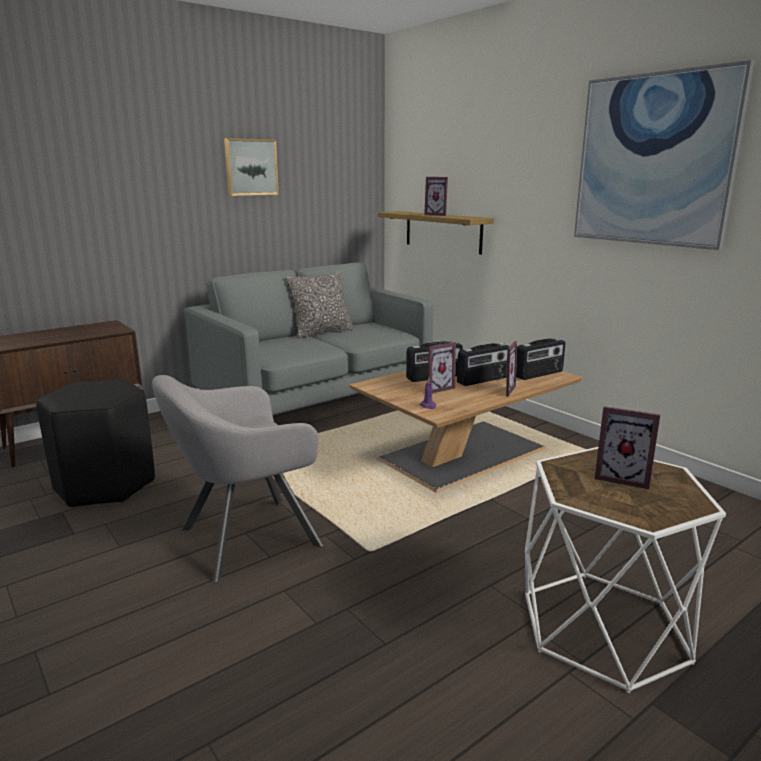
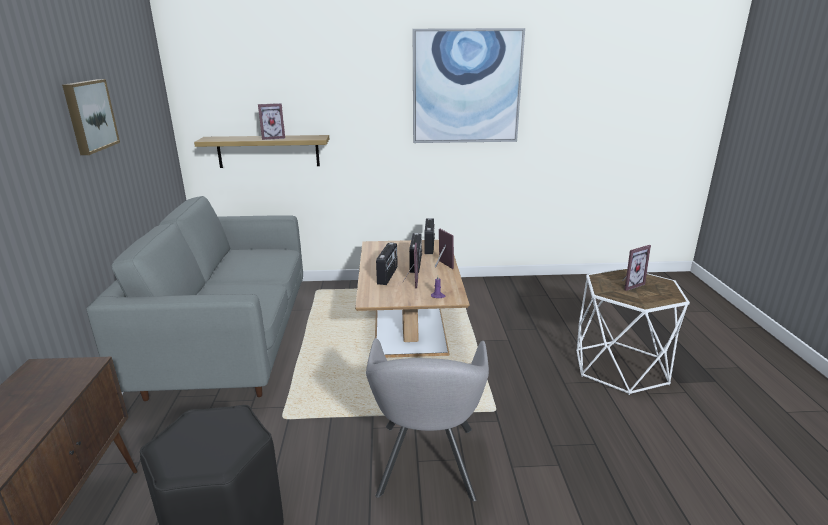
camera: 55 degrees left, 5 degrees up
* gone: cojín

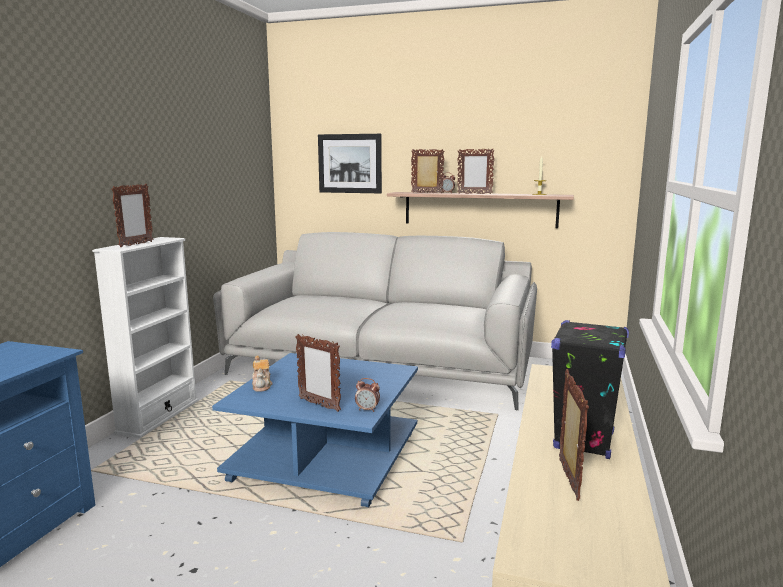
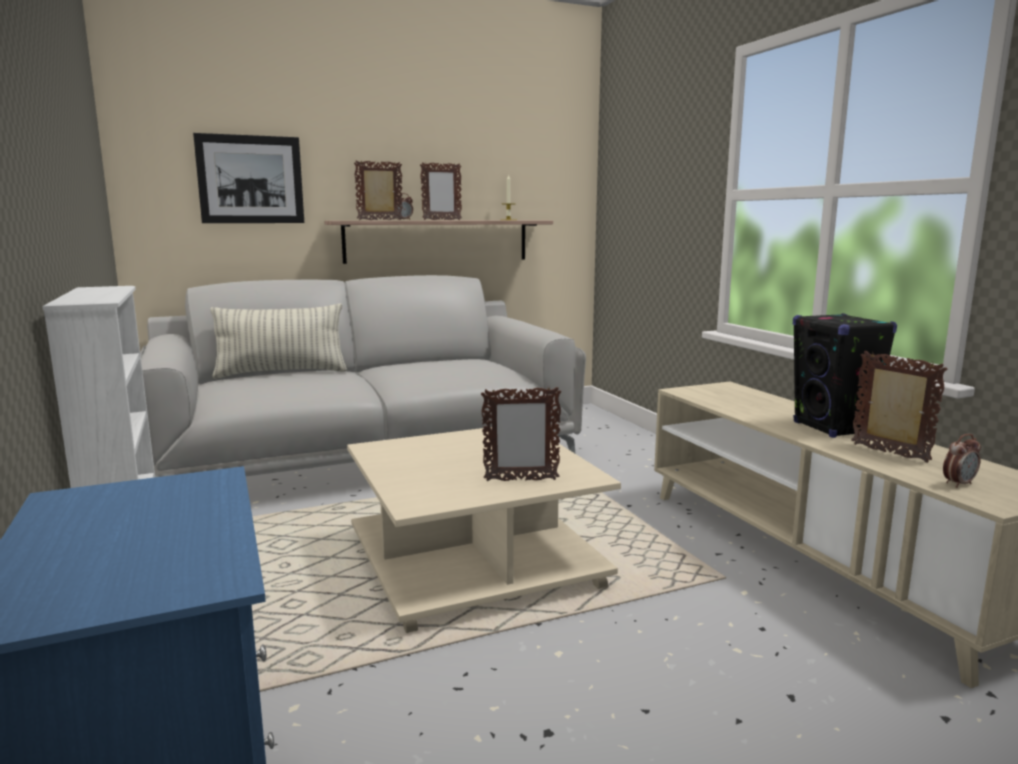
camera: 40 degrees left, 0 degrees up
* gone: portarretratos (no. 1 from left)
* gone: tetera
* new: cojín
* shifted: despertador (no. 1 from left in the first image) to despertador (no. 2 from left)
* repainted: mesa de centro (azul) to mesa de centro (beis)

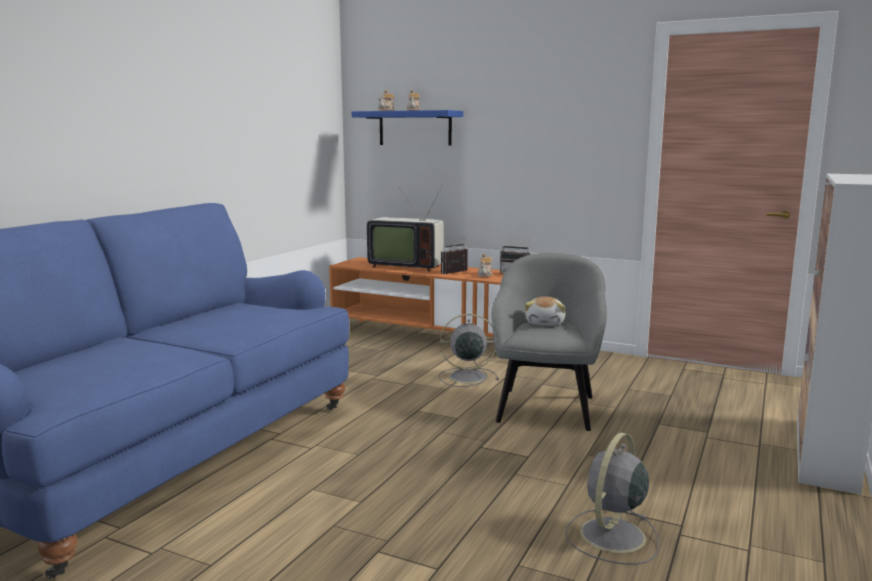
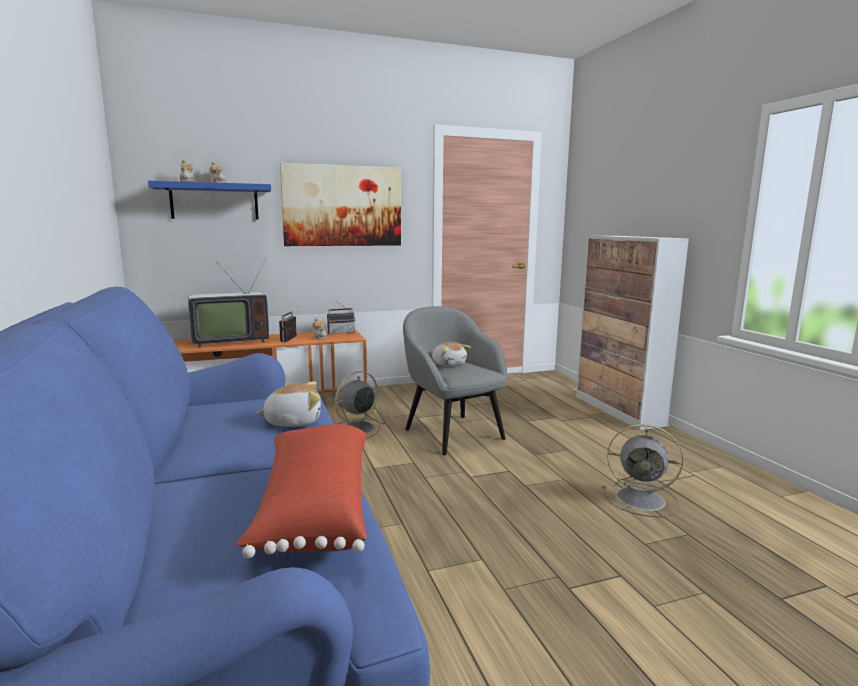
camera: 45 degrees left, 0 degrees up
* new: cojín (rojo)
* new: peluche (no. 1 from left)
* new: cuadro
* rotated: ventilador (gris) (no. 2 from left) 60 degrees counterclockwise

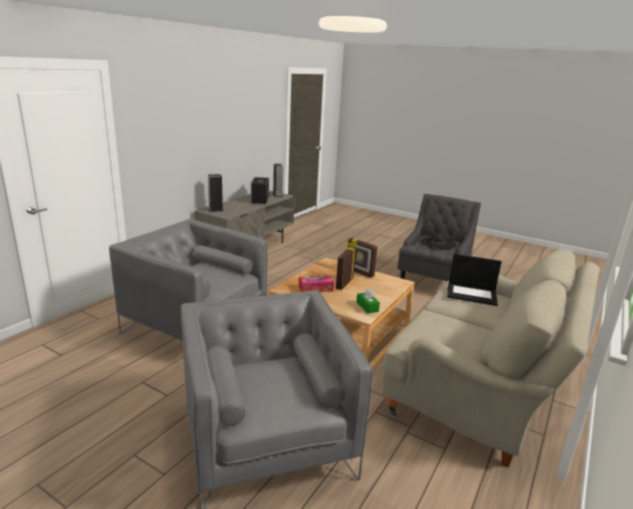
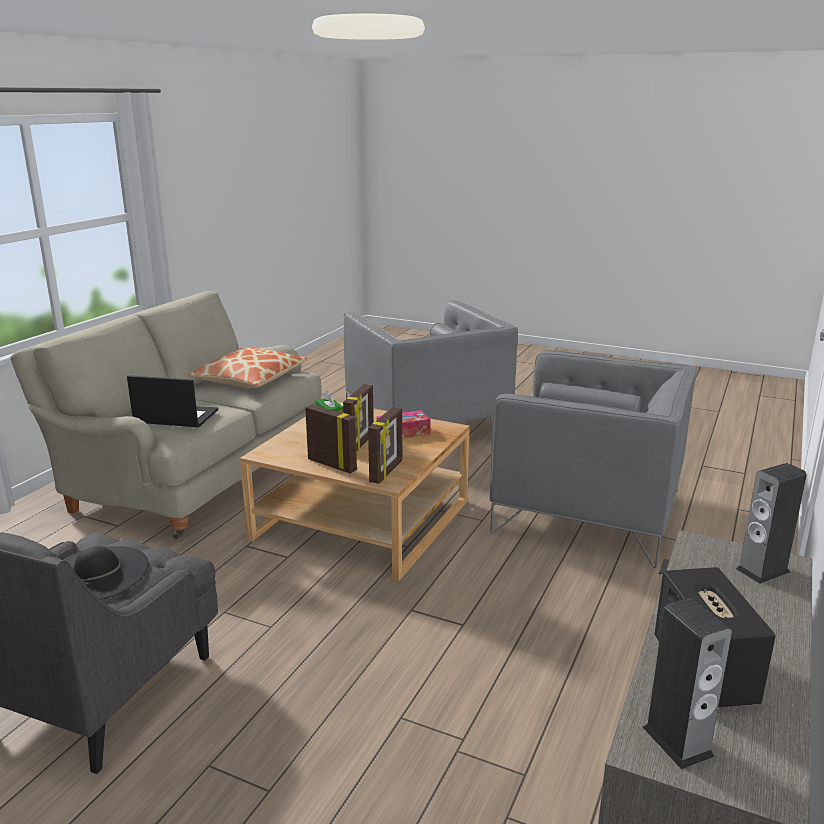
camera: 175 degrees right, 0 degrees up
* new: cojín
* new: portarretratos (no. 3 from left)

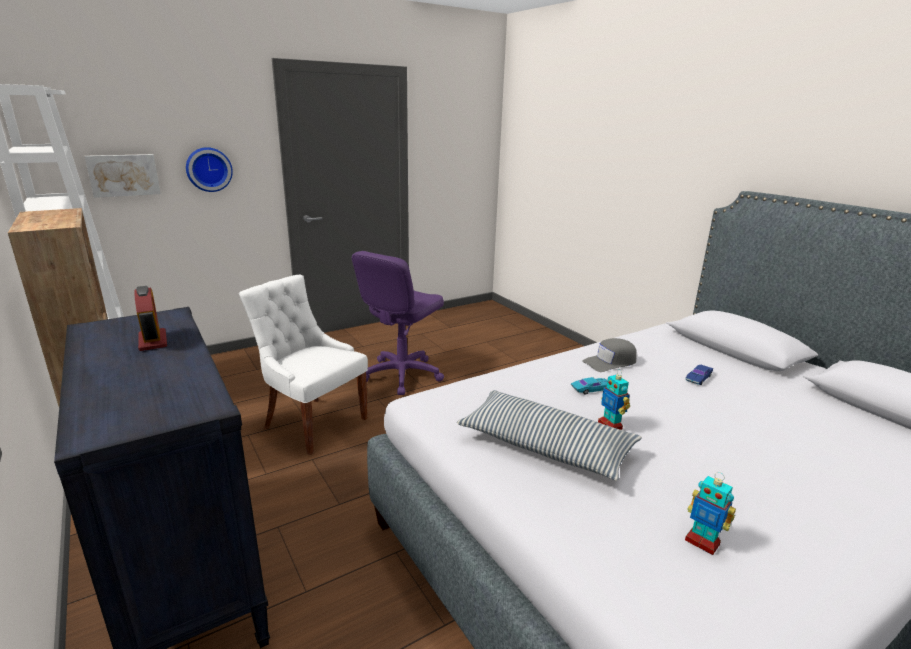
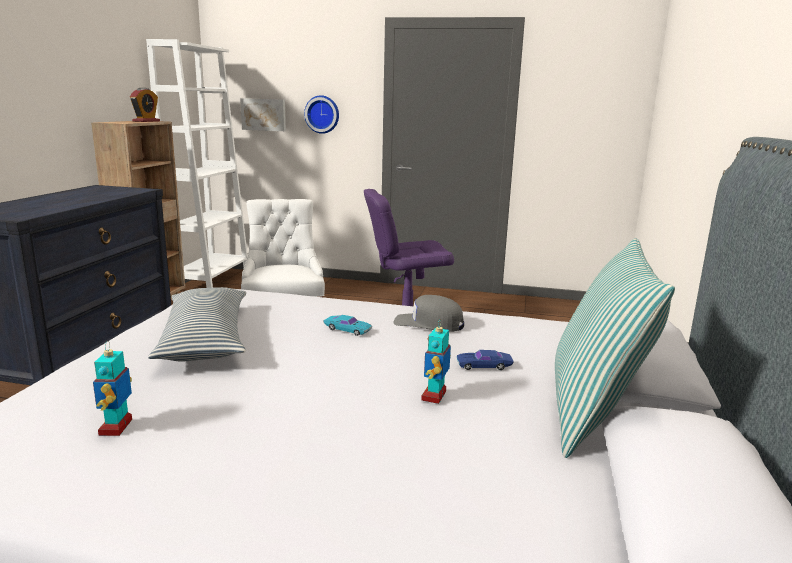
camera: 45 degrees right, 5 degrees down
* new: cojín (no. 2 from left)
* shifted: despertador
* shifted: robot de juguete (no. 1 from left in the first image) to robot de juguete (no. 2 from left)

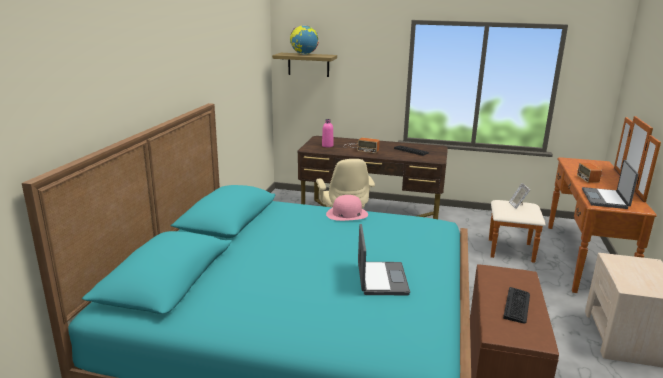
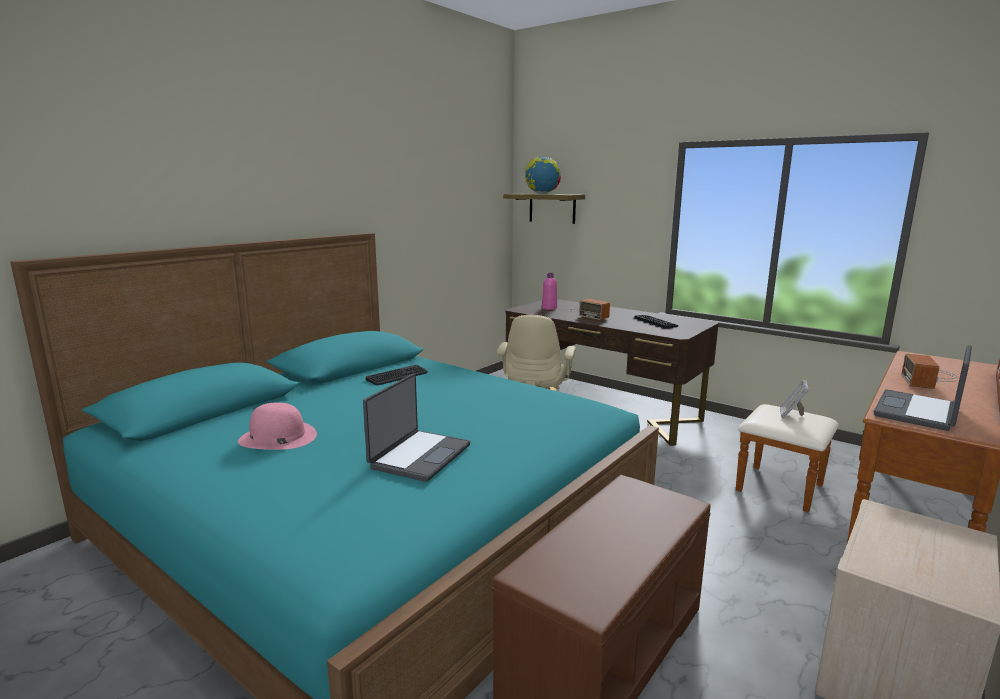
camera: 25 degrees right, 5 degrees down
* shifted: sombrero (rosa)
* shifted: teclado (no. 2 from left in the first image) to teclado (no. 1 from left)

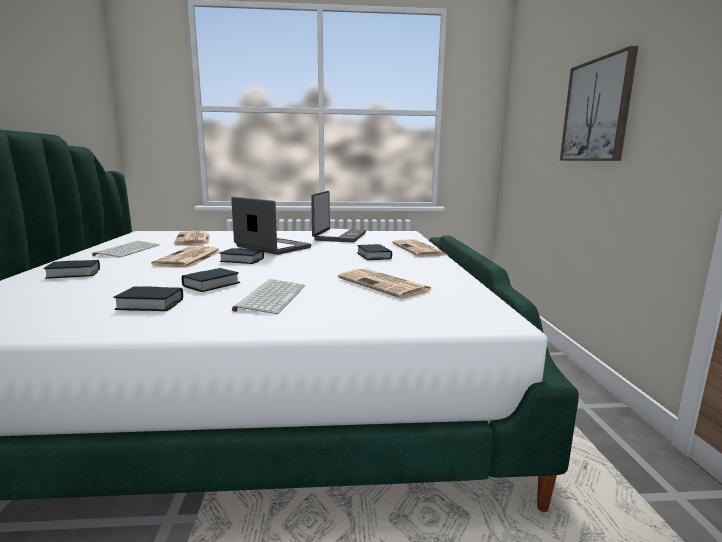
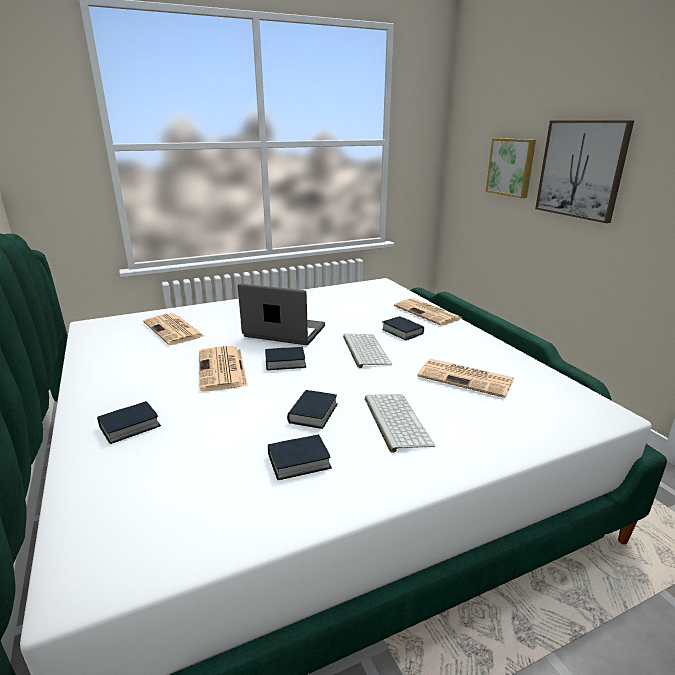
camera: 20 degrees left, 10 degrees up
* gone: portátil (no. 2 from left)
* new: cuadro (no. 1 from left)
* shifted: teclado (no. 1 from left)

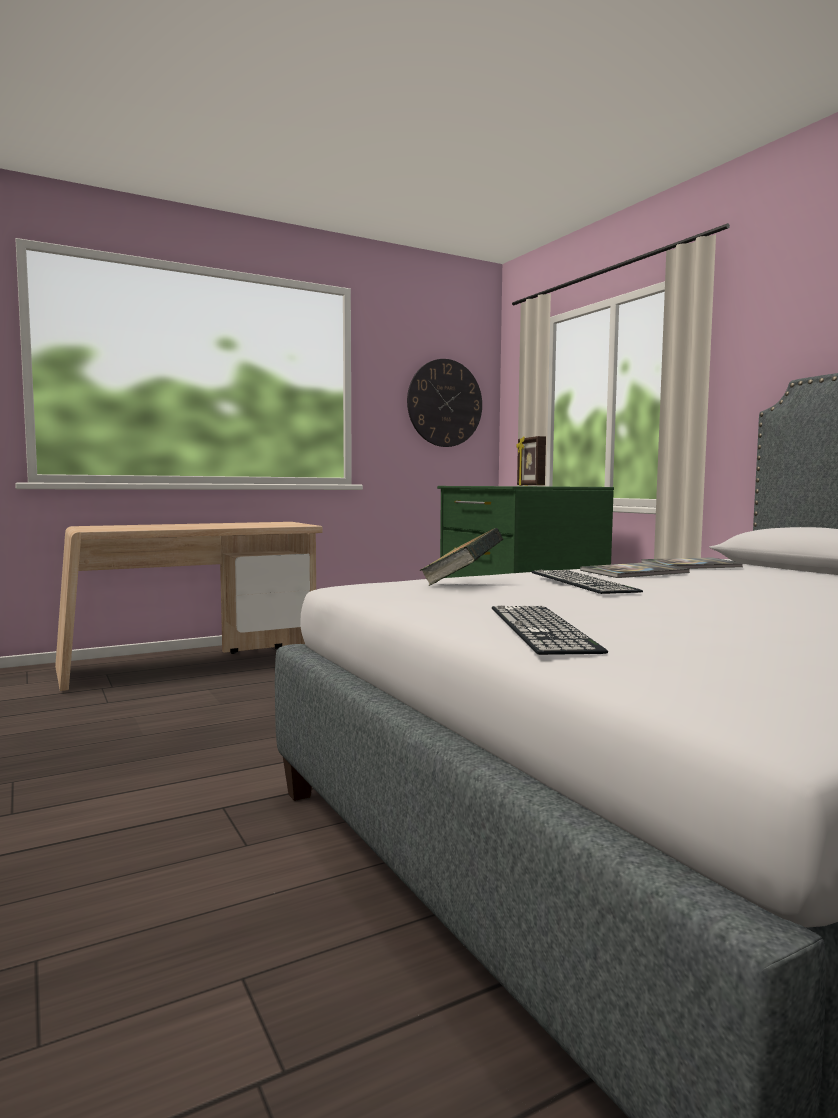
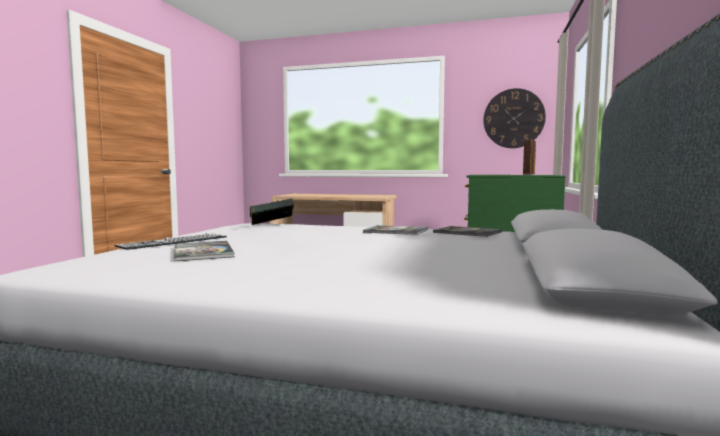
camera: 45 degrees right, 0 degrees up
* gone: teclado (no. 2 from left)
* new: libro (no. 1 from left)

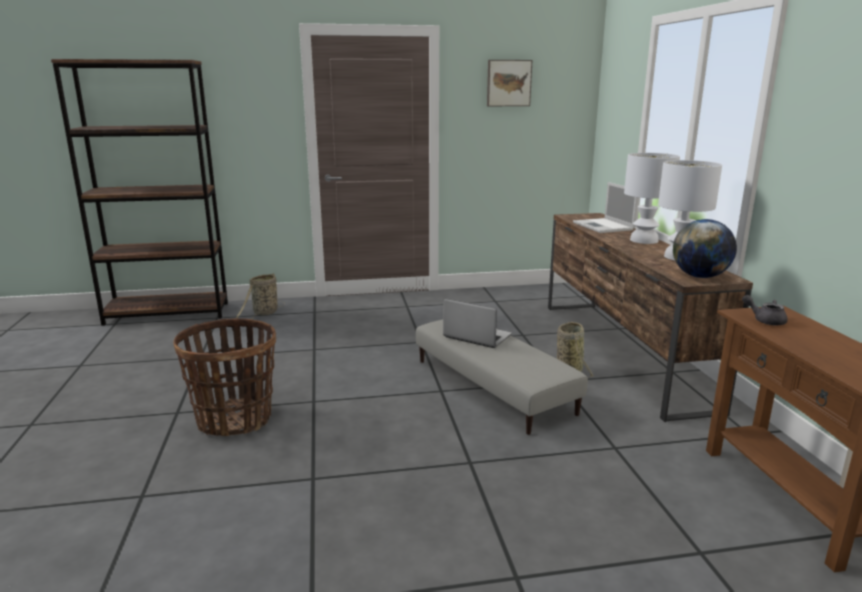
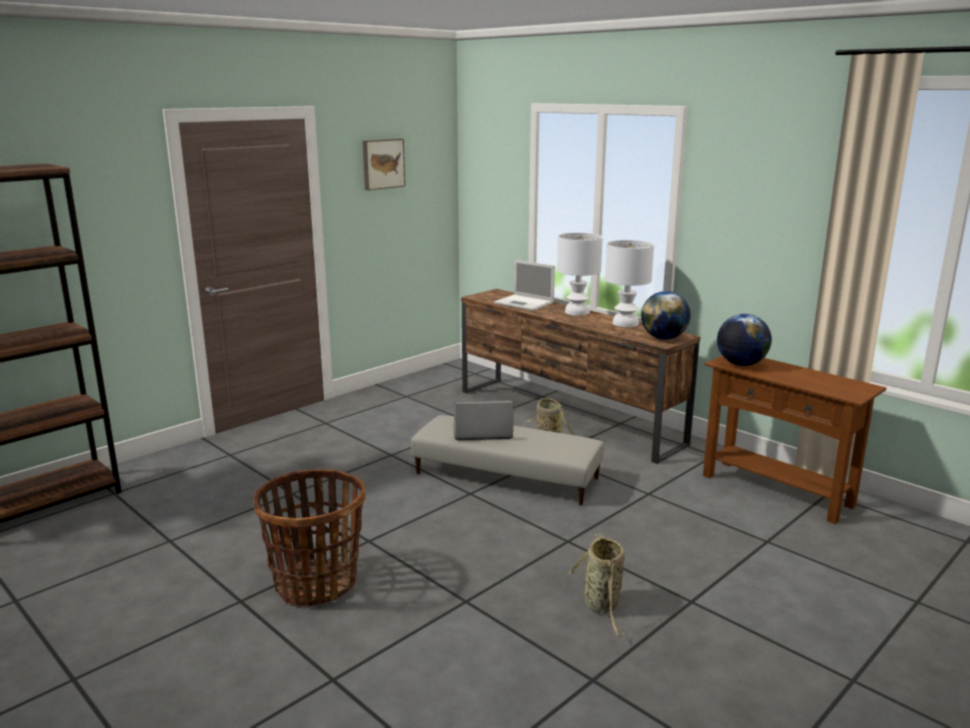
camera: 35 degrees left, 0 degrees up
* shifted: cesta (no. 2 from left in the first image) to cesta (no. 3 from left)
* swapped: tetera (gris) to globo terráqueo (no. 2 from left)

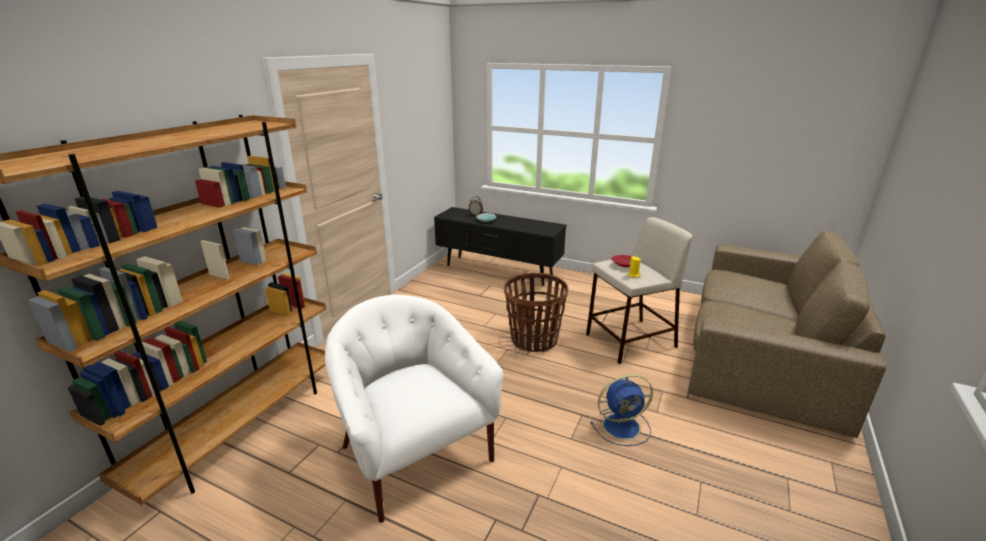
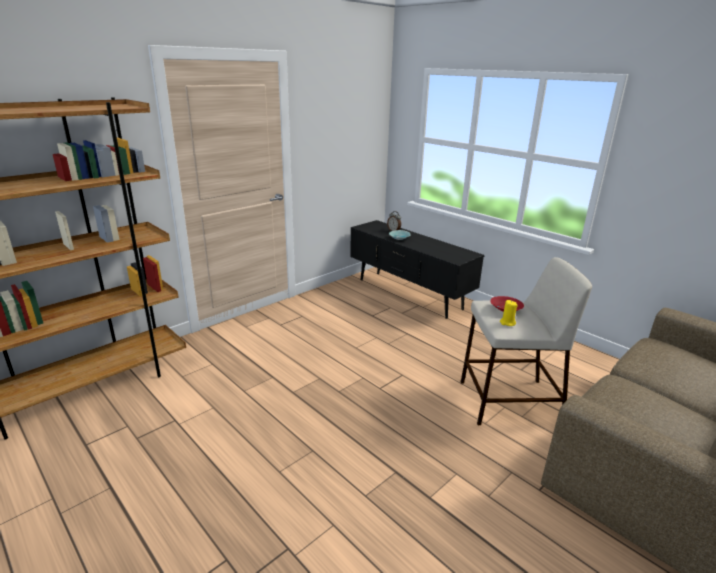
camera: 20 degrees right, 0 degrees up
* gone: sillón (blanco)
* gone: cesta
* gone: ventilador (azul)

